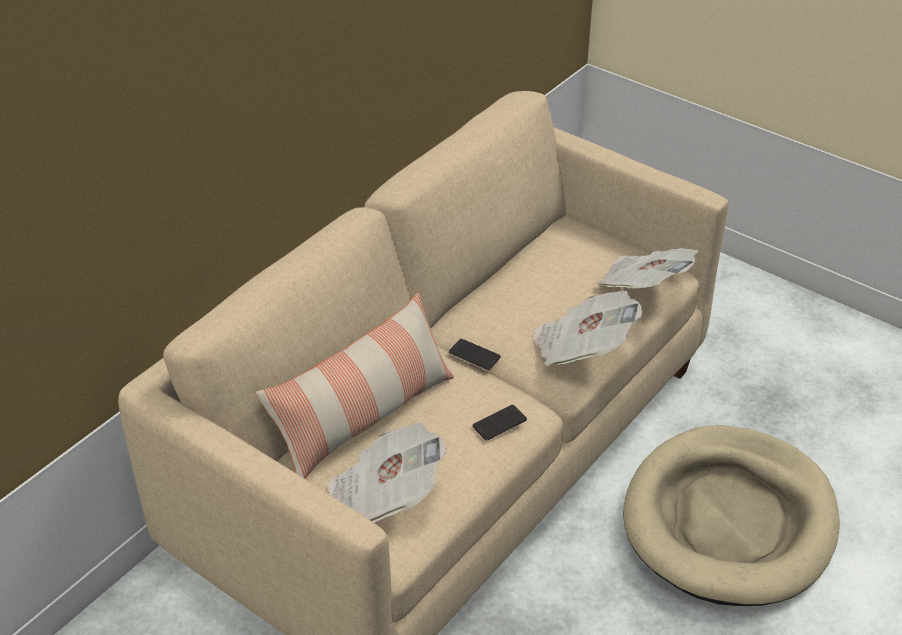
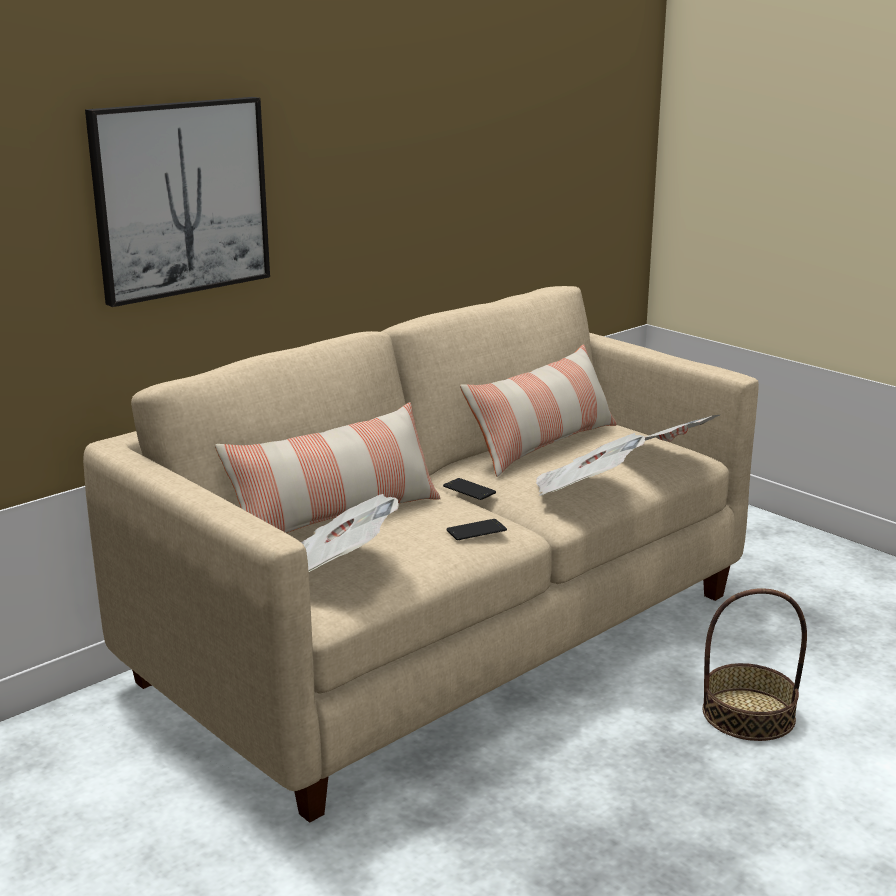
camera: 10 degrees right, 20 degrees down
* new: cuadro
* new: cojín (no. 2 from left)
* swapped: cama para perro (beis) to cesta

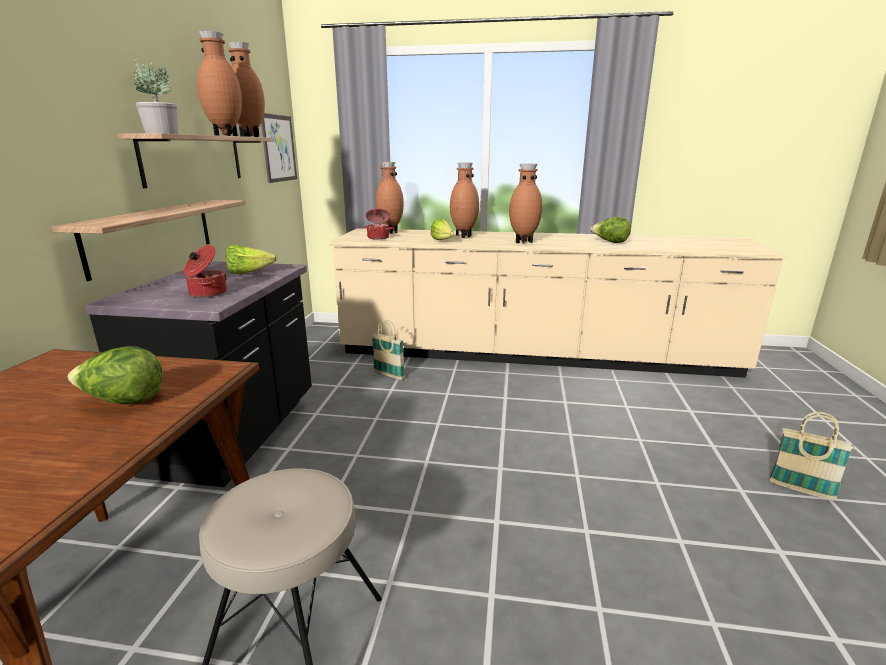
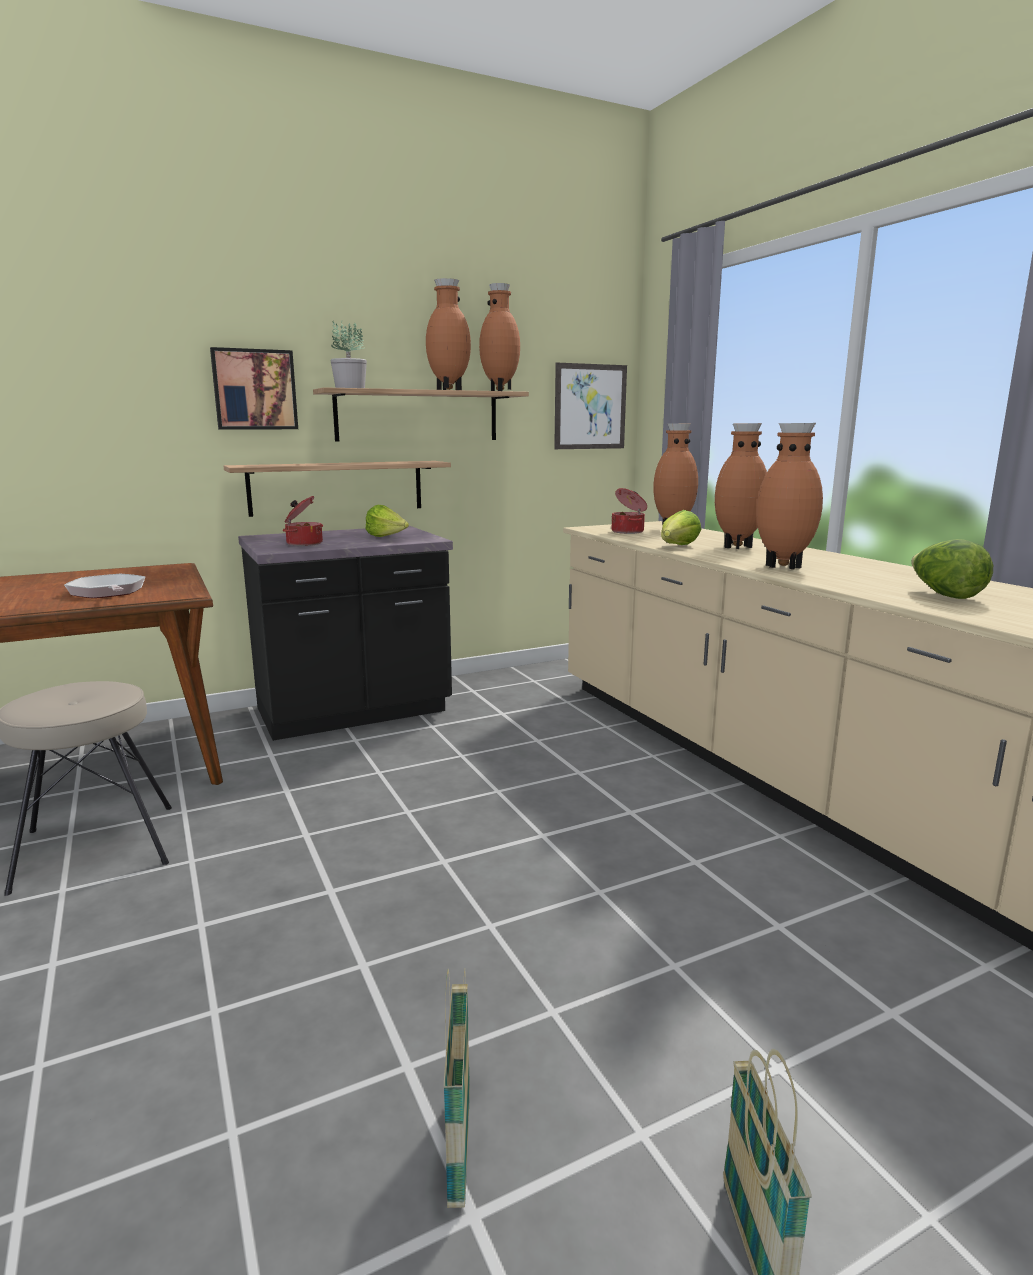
camera: 55 degrees right, 5 degrees down
* new: cuadro (no. 1 from left)
* shifted: cesta (no. 1 from left)
* swapped: lechuga (no. 1 from left) to sartén

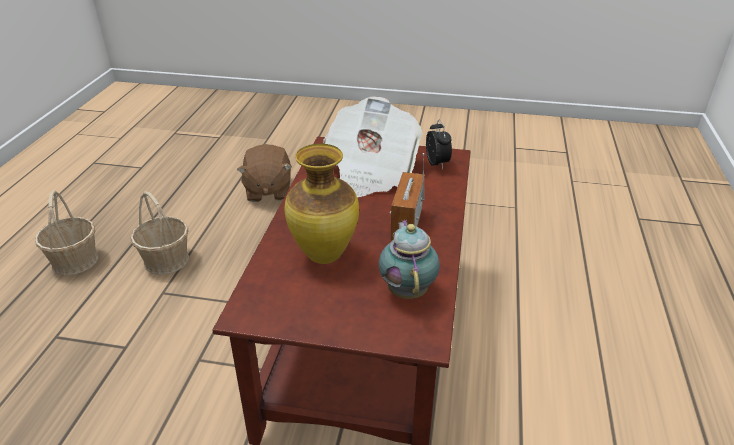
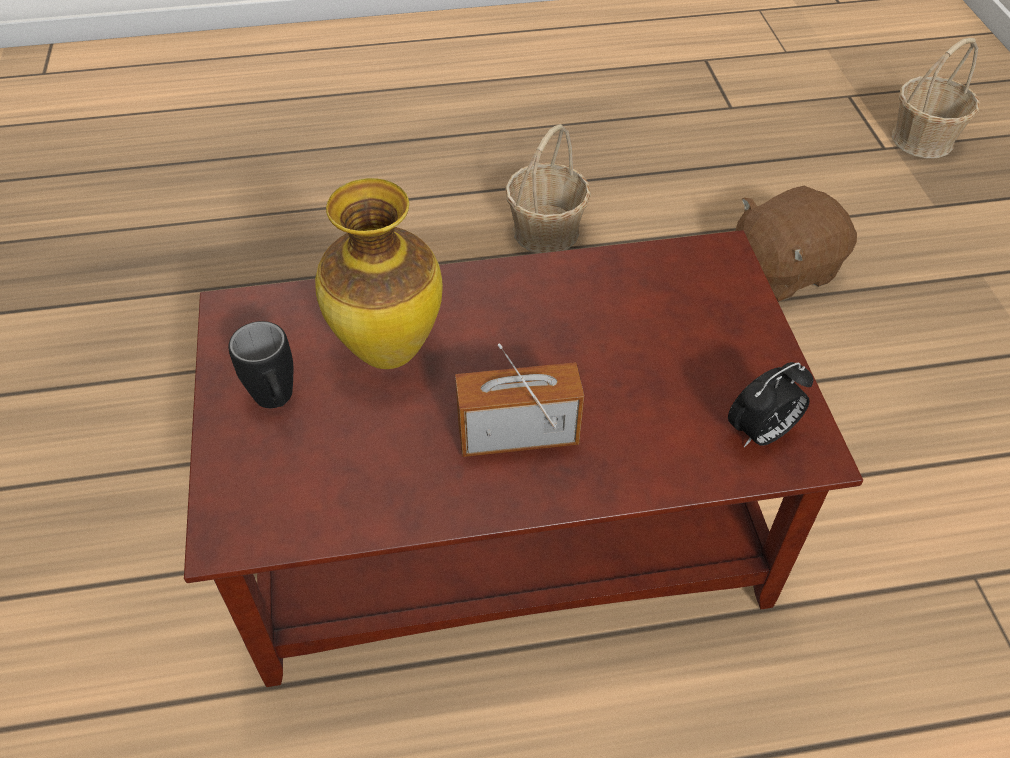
camera: 70 degrees right, 15 degrees up
* gone: periódico
* gone: tetera
* new: taza grande (negro)
* shifted: cesta (no. 1 from left in the first image) to cesta (no. 2 from left)

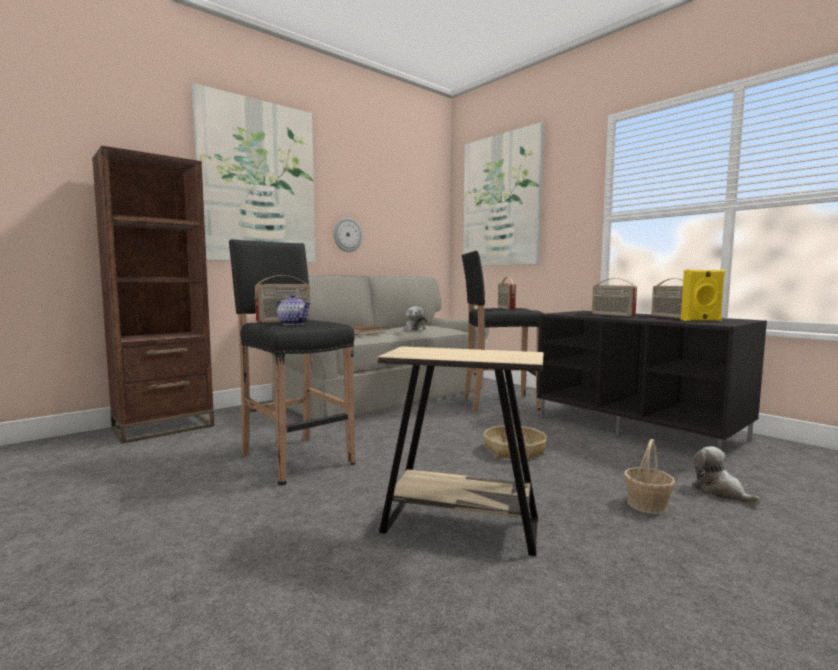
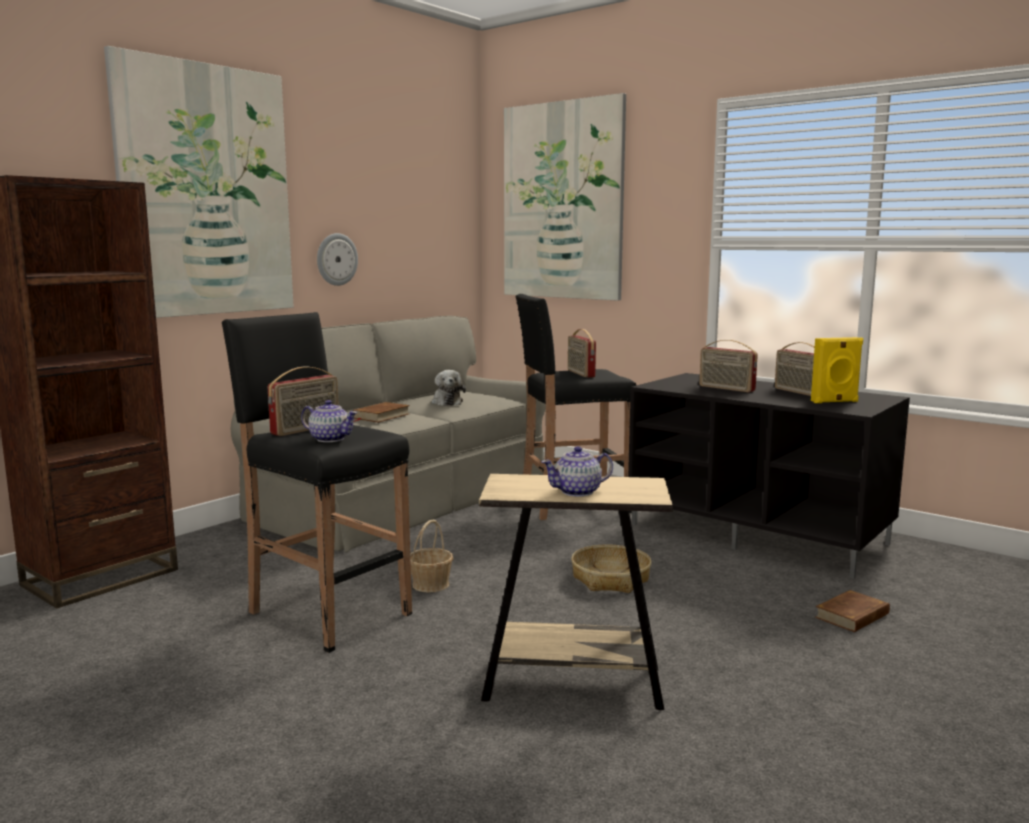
camera: 10 degrees left, 5 degrees up
* new: tetera (no. 2 from left)
* shifted: cesta (no. 2 from left in the first image) to cesta (no. 1 from left)
* swapped: peluche (no. 2 from left) to libro (marrón) (no. 2 from left)

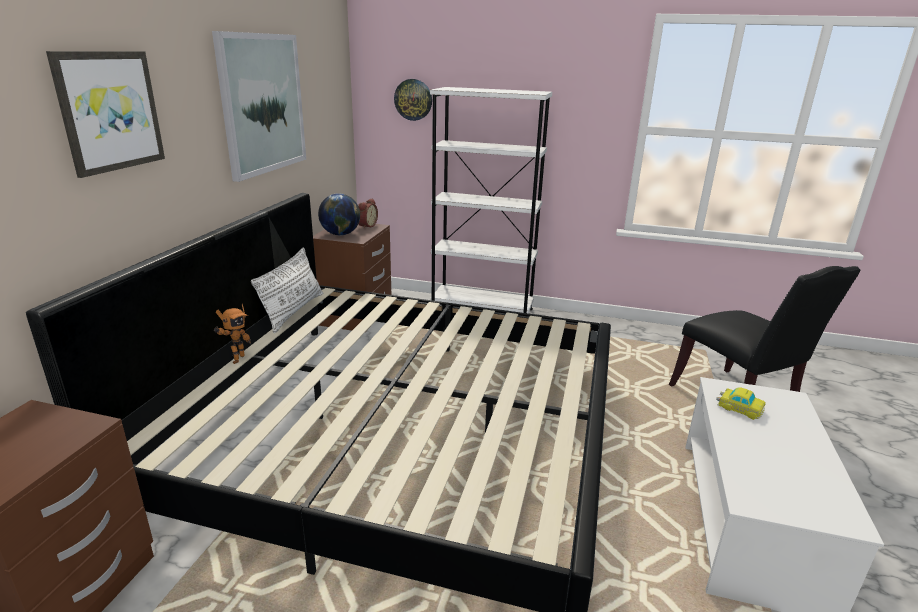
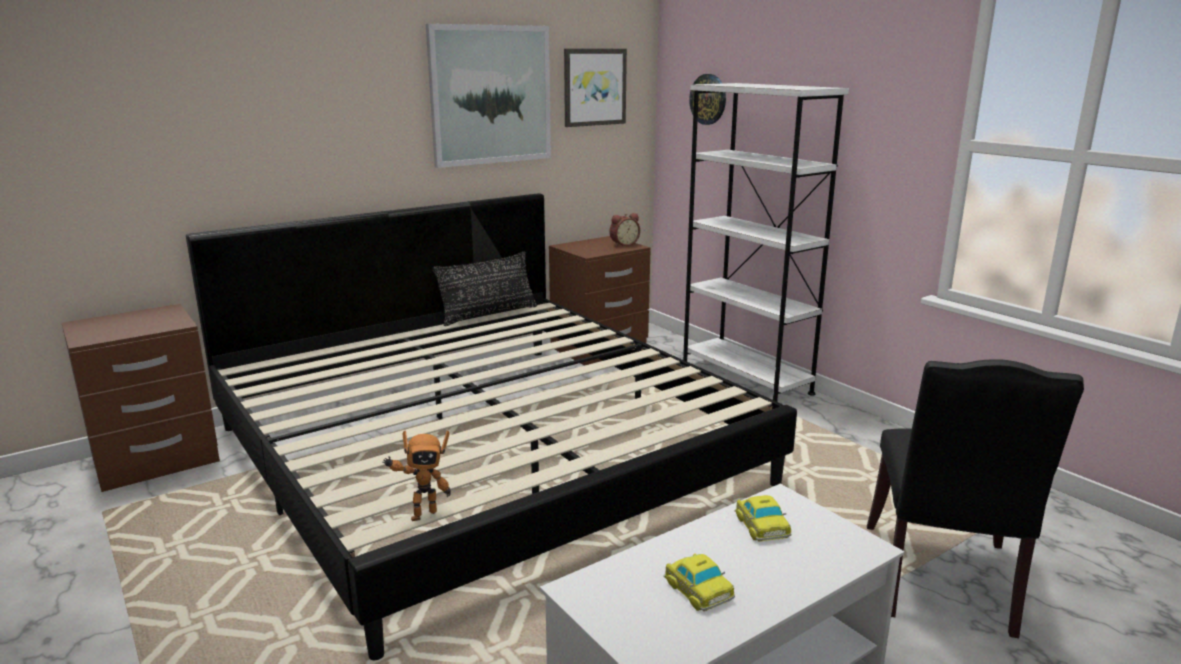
camera: 40 degrees right, 5 degrees down
* gone: globo terráqueo
* new: coche de juguete (no. 1 from left)
* shifted: cuadro (no. 1 from left in the first image) to cuadro (no. 2 from left)
* shifted: robot de juguete
* repainted: cojín (blanco) to cojín (negro)

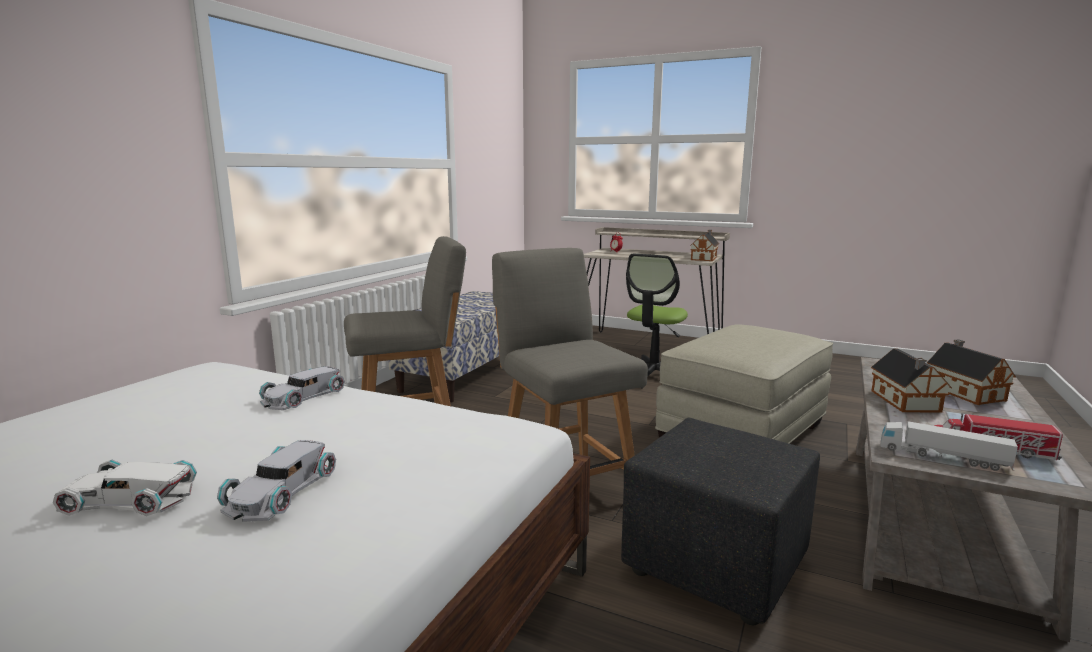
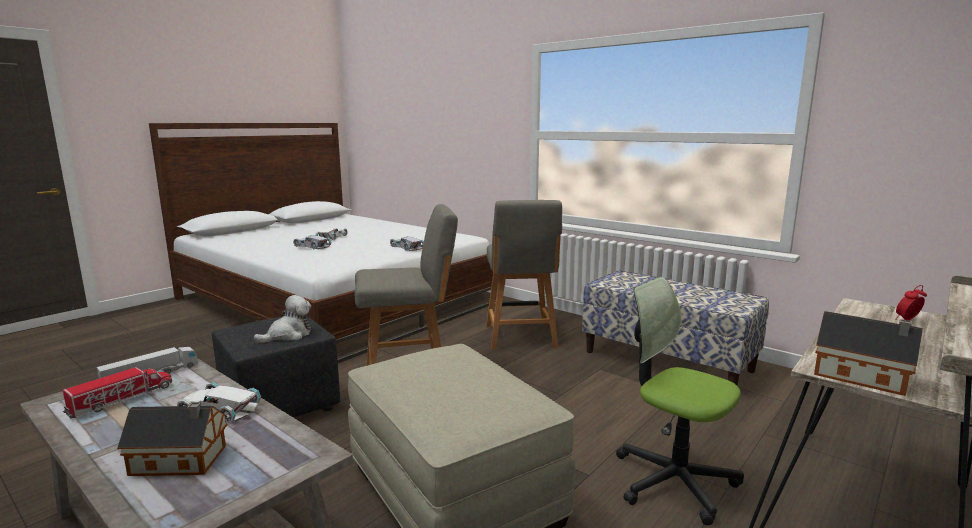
camera: 105 degrees right, 0 degrees up
* new: peluche
* swapped: casita (no. 2 from left) to coche de juguete (blanco) (no. 1 from left)

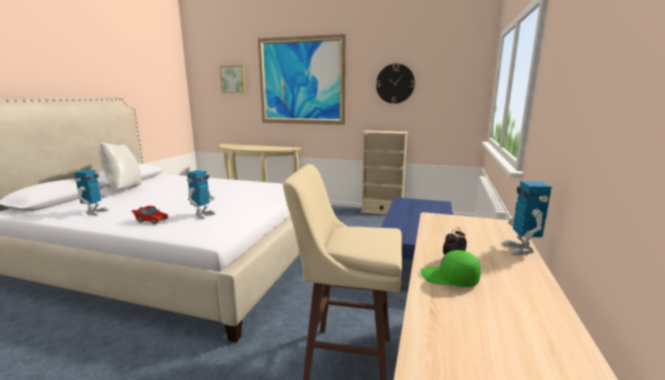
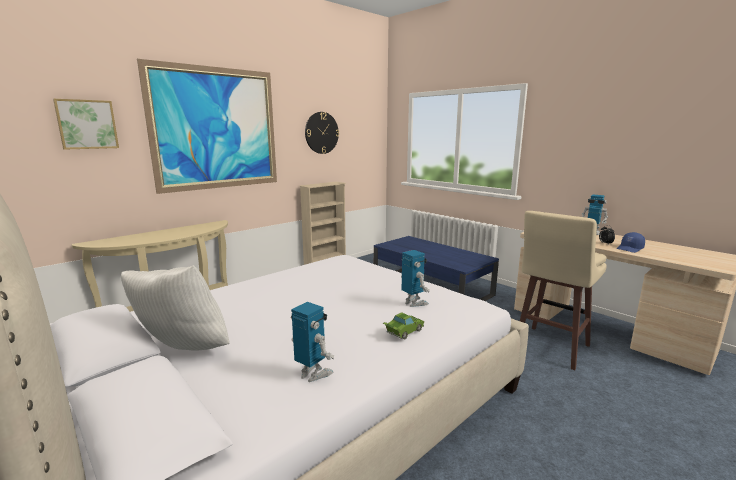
camera: 60 degrees left, 0 degrees up
* repainted: coche de juguete (rojo) to coche de juguete (verde)
* repainted: gorra (verde) to gorra (azul)

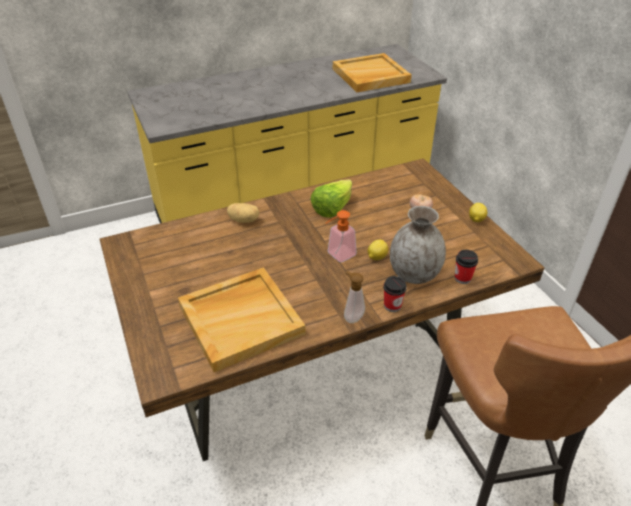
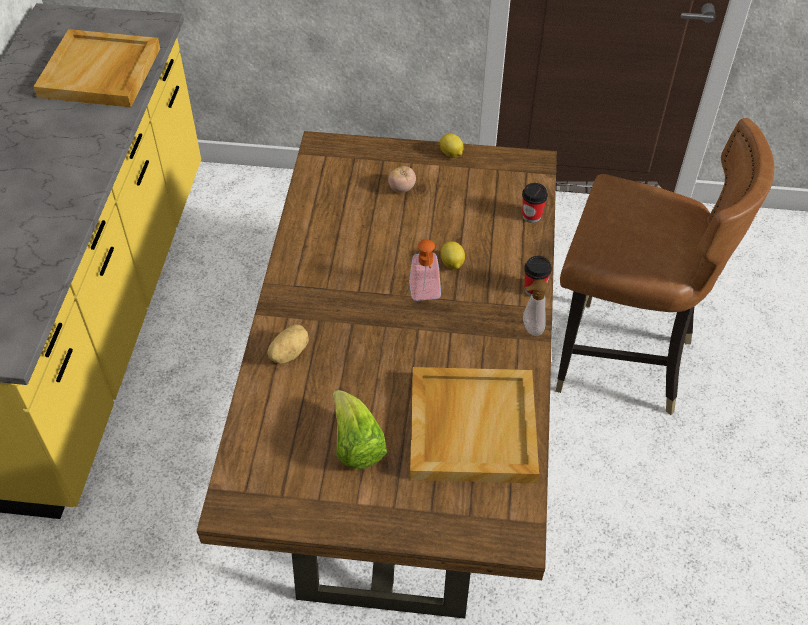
camera: 60 degrees left, 10 degrees up
* gone: florero (gris)
* shifted: lechuga

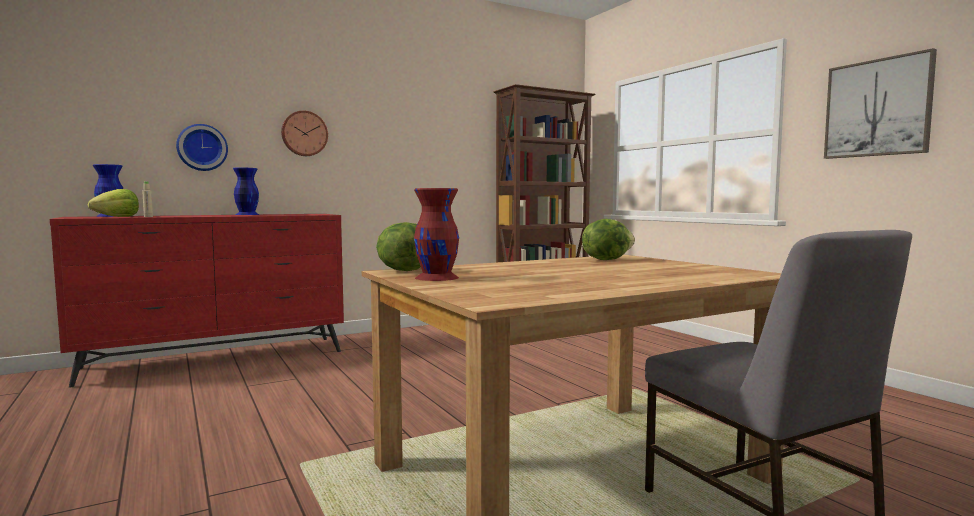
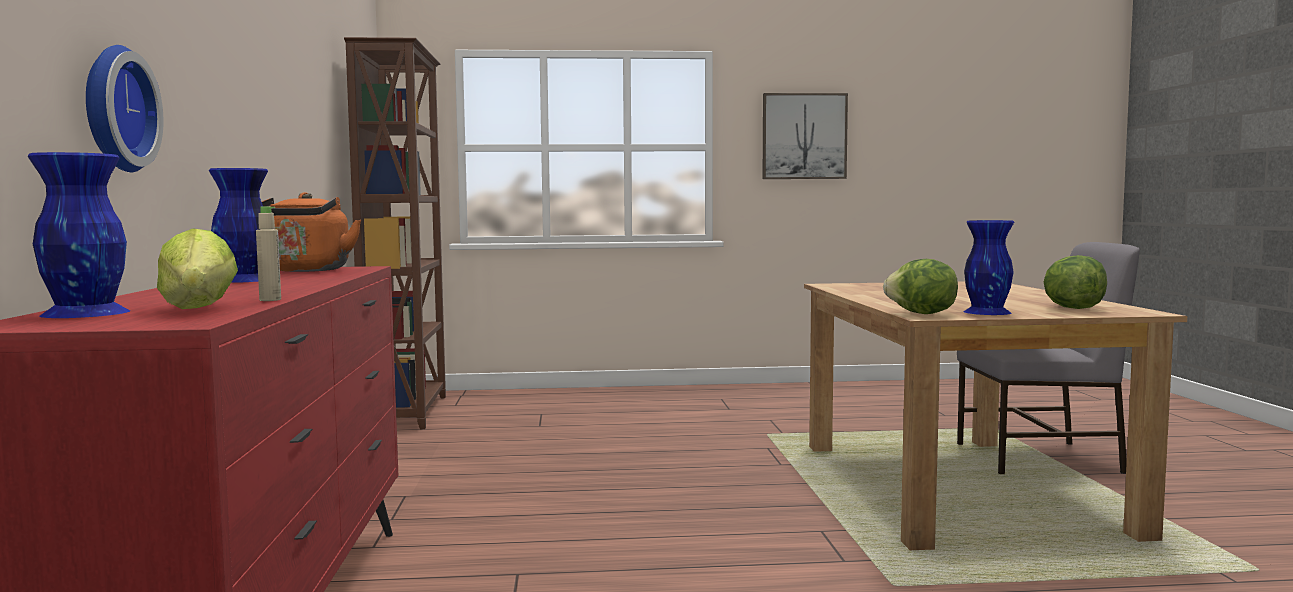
camera: 65 degrees left, 0 degrees up
* gone: reloj de pared (no. 2 from left)
* new: hervidor (naranja)
* shifted: lechuga (no. 3 from left)
* repainted: florero (rojo) to florero (azul) (no. 3 from left)

